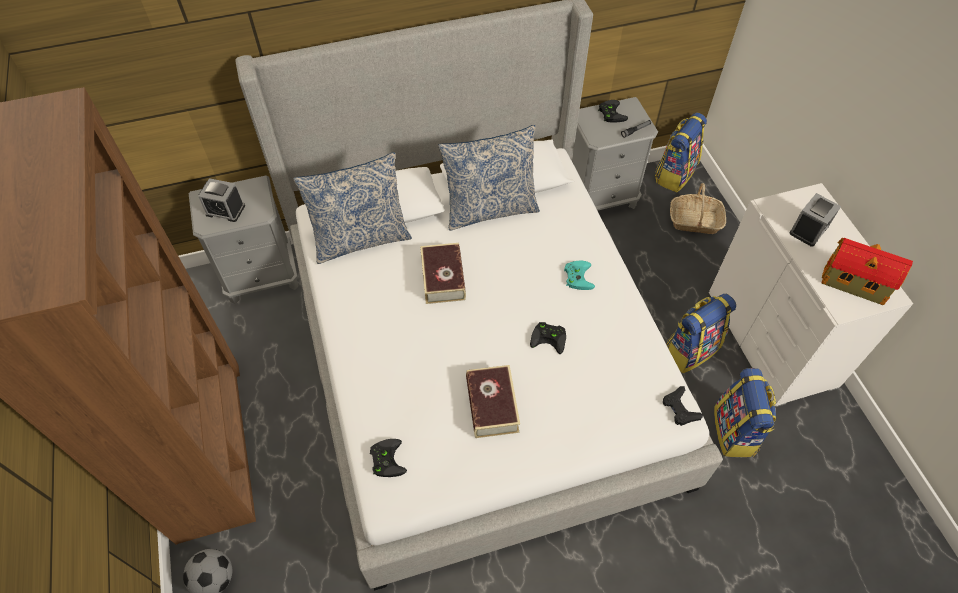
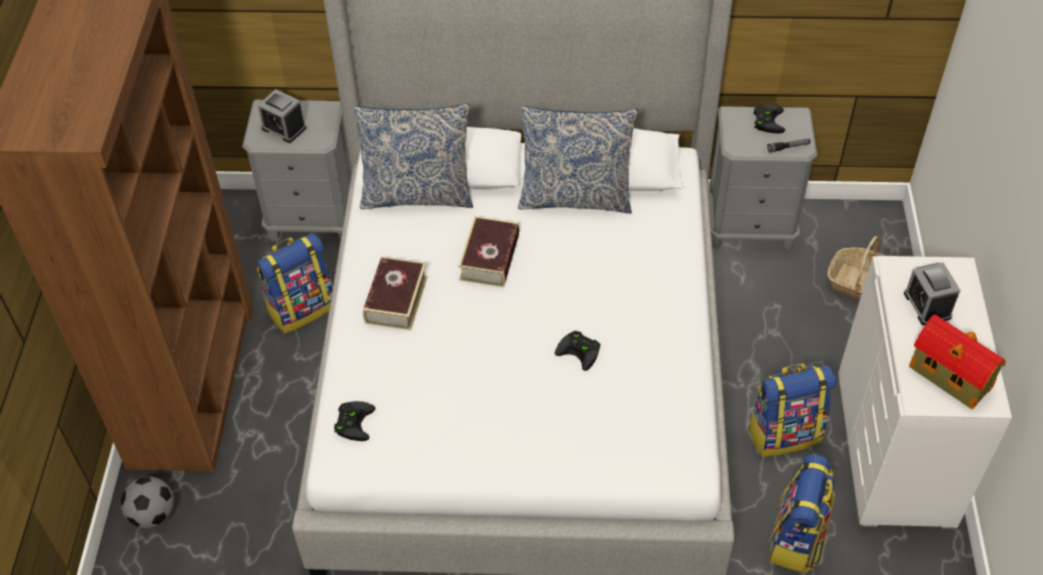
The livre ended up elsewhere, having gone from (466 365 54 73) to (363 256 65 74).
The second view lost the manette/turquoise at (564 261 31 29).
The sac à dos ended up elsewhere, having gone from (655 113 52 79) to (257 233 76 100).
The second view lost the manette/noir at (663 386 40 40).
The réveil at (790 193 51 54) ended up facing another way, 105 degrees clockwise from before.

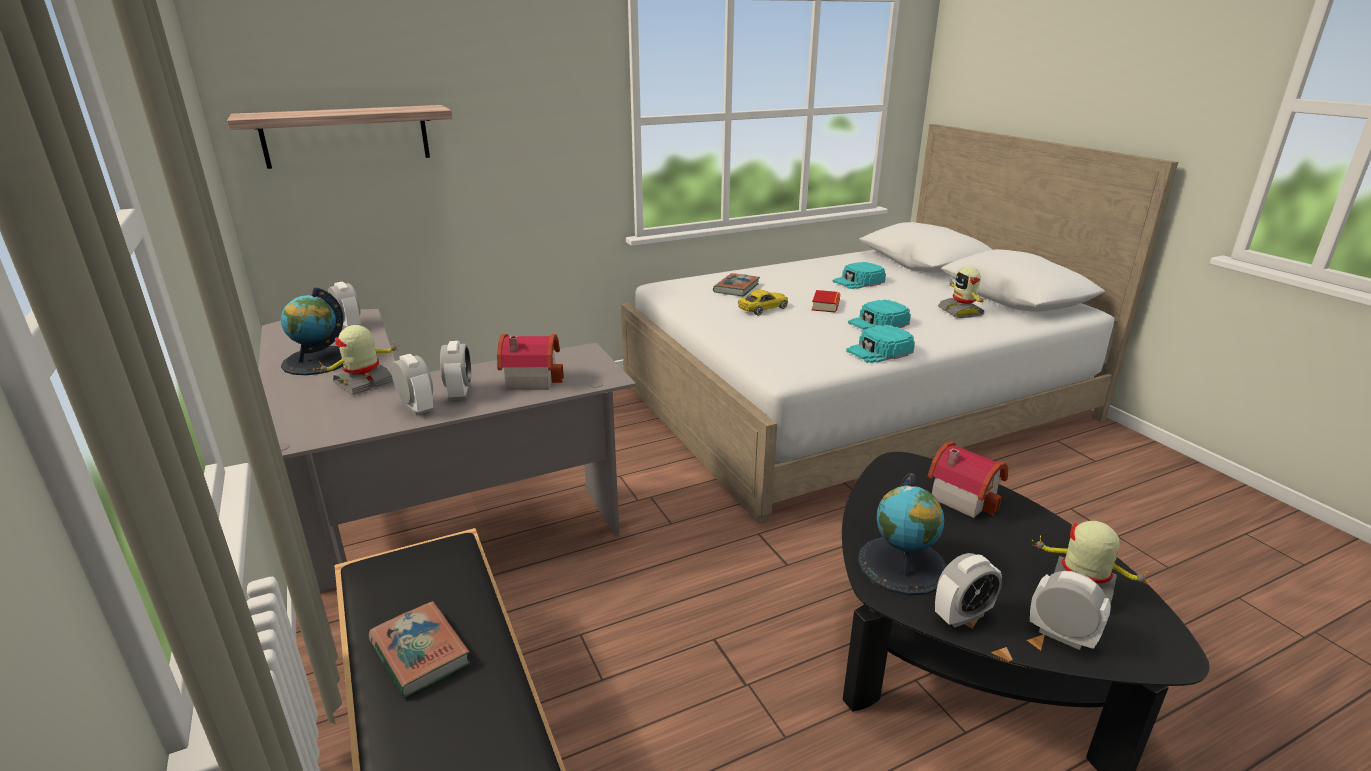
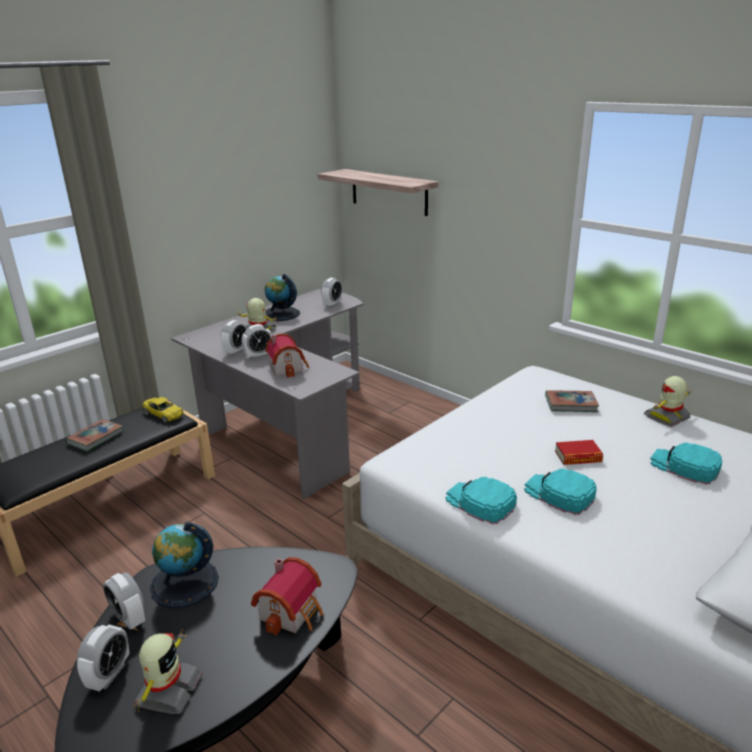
The petite voiture/jaune ended up elsewhere, having gone from (738 290 50 25) to (142 397 41 26).
The robot jouet ended up elsewhere, having gone from (938 266 48 52) to (644 376 48 51).

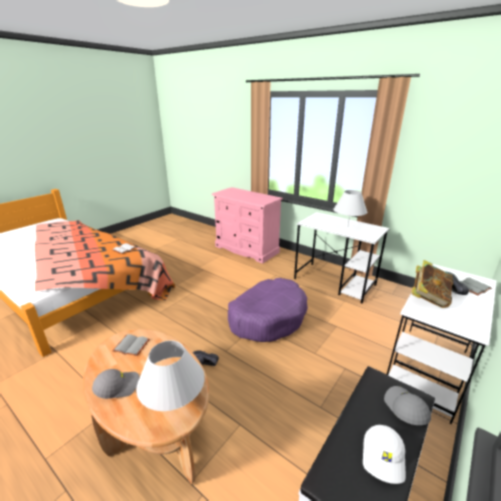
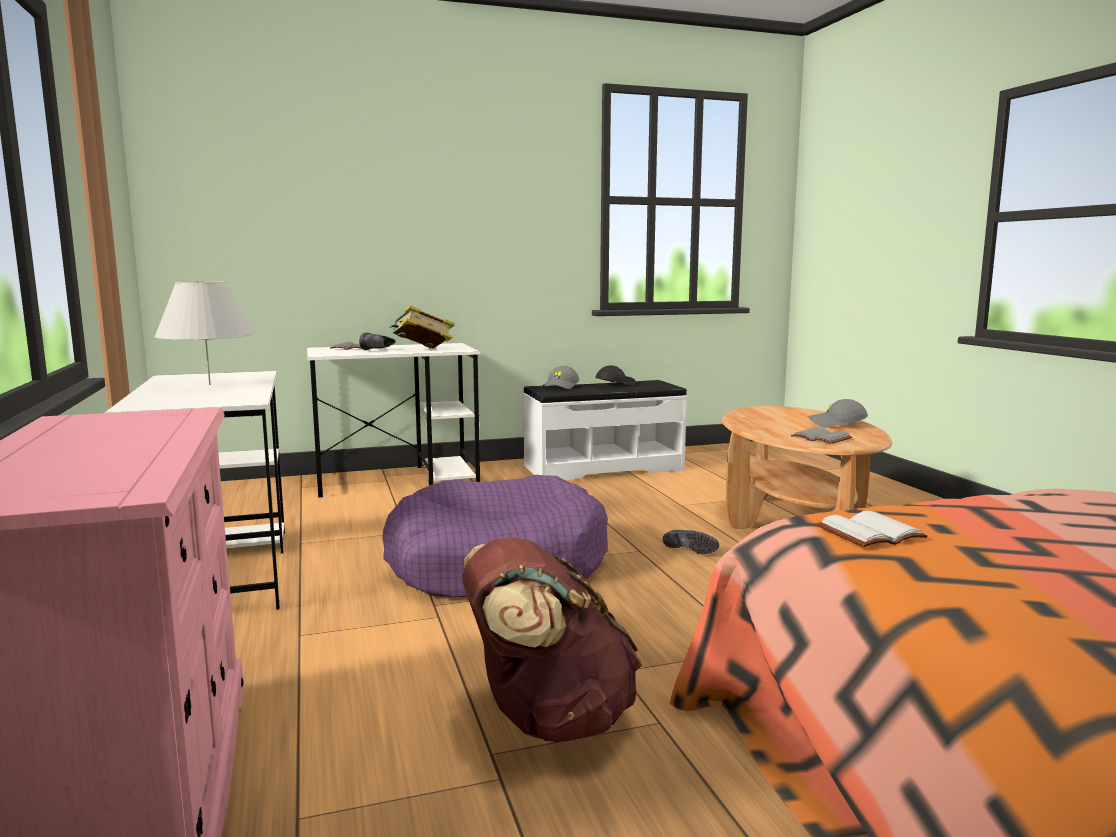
The second view lost the lampe de table/blanc at (136 340 69 71).
What was the casquette/blanc at (363 425 43 59) turned into the casquette/noir at (595 365 41 21).
The second view gained the sac à dos/marron at (461 537 181 205).

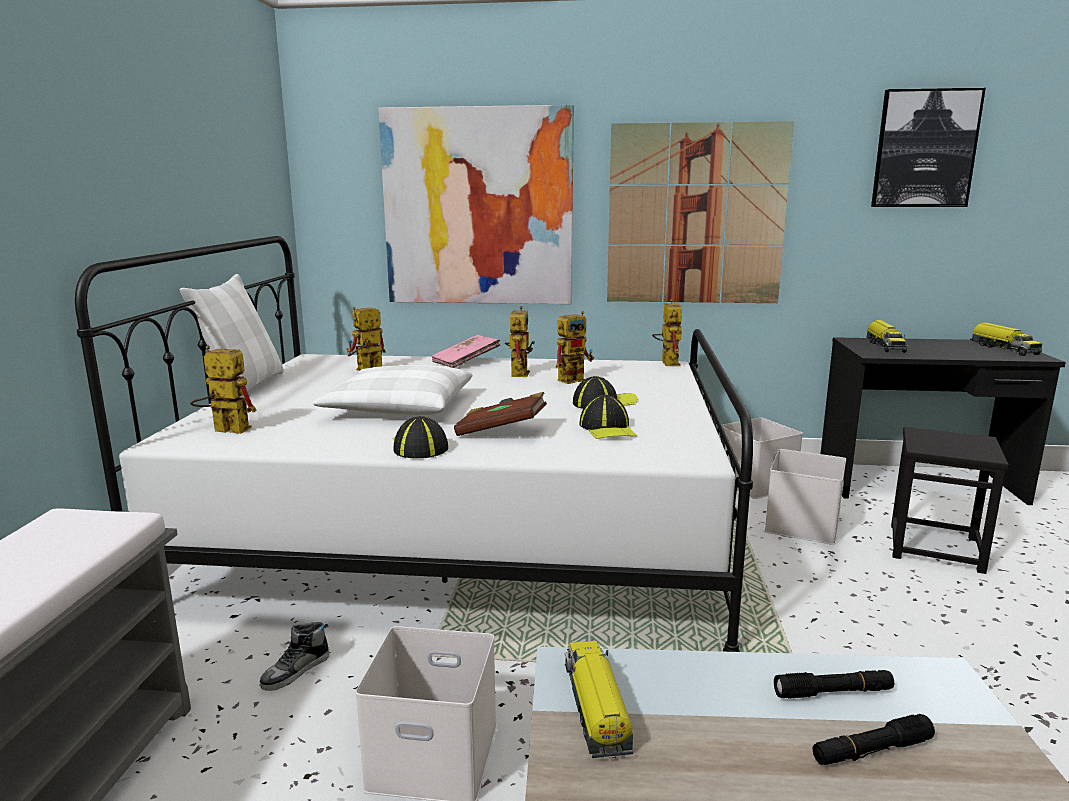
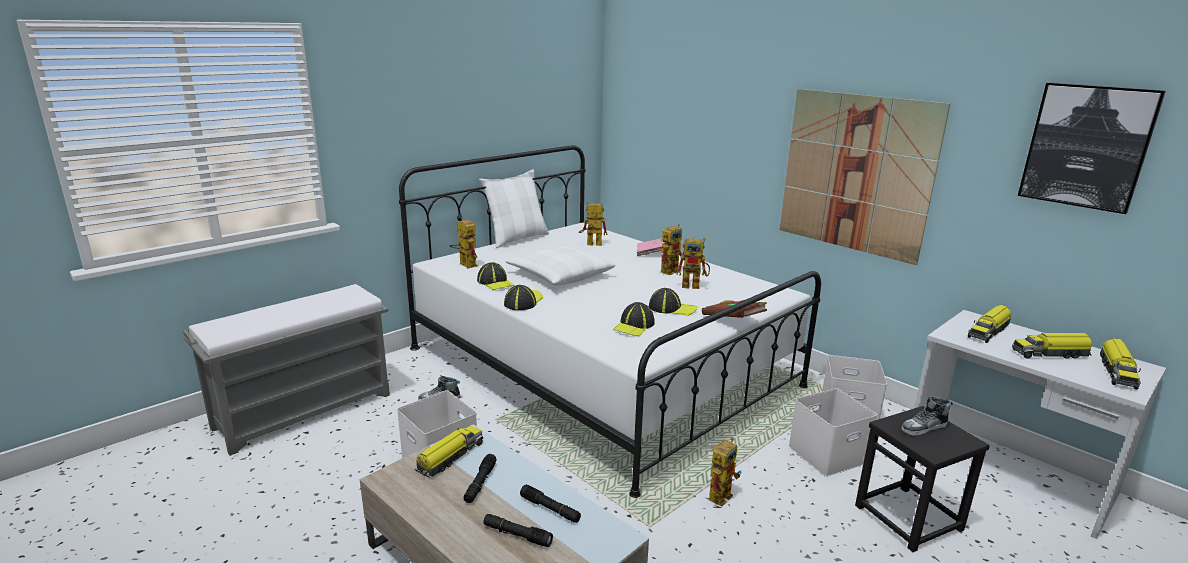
The second view lost the tableau at (378 105 196 199).
The livre/marron ended up elsewhere, having gone from (454 392 93 44) to (702 300 65 18).
The robot jouet ended up elsewhere, having gone from (652 299 30 67) to (709 437 33 69).
What was the bureau/noir at (820 337 246 168) turned into the bureau/blanc at (914 310 252 229).
The second view gained the lampe de poche/noir at (464 454 32 49).
The second view gained the casquette at (477 262 38 28).
The second view gained the chaussure at (901 396 52 40).
The second view gained the camion jouet at (1012 333 80 26).

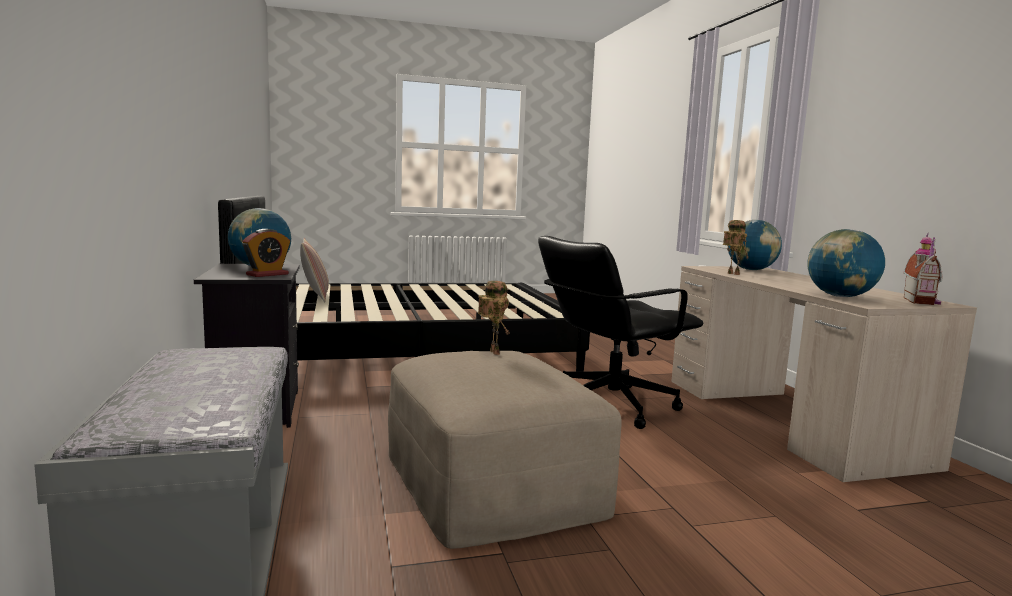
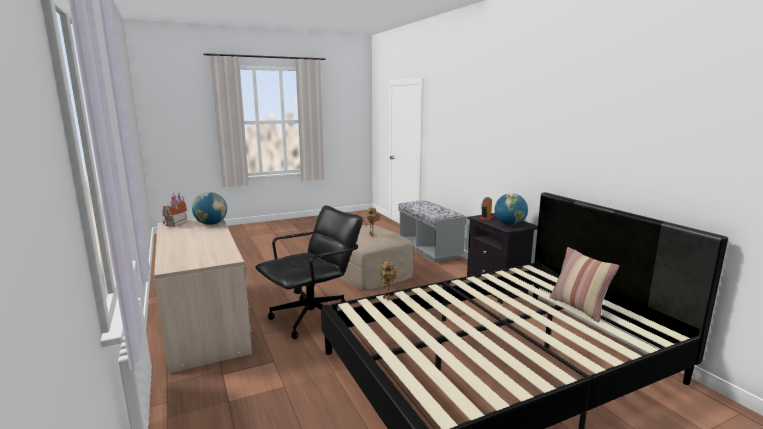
The robot jouet ended up elsewhere, having gone from (723 220 25 55) to (378 262 19 39).
The second view lost the globe at (728 220 54 50).

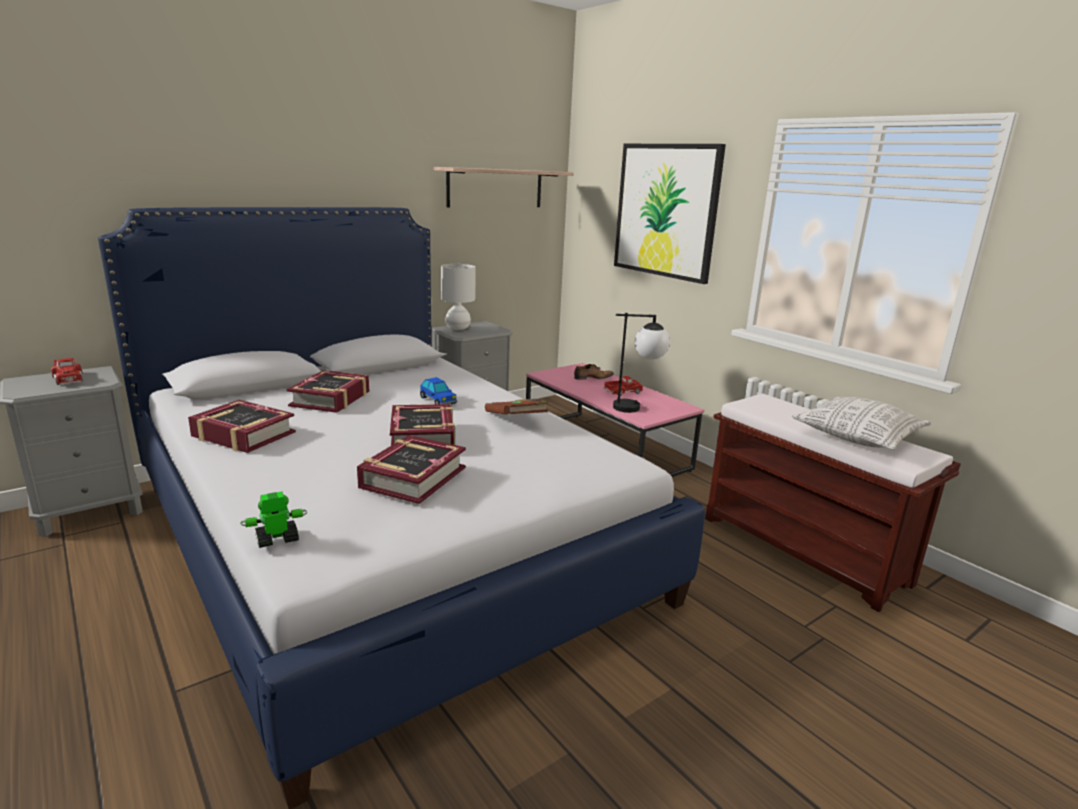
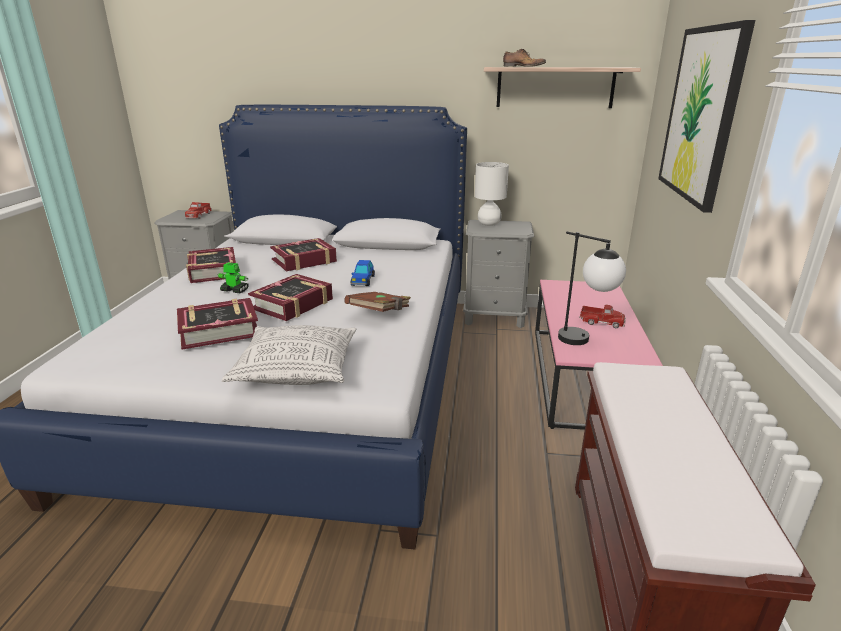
The robot jouet ended up elsewhere, having gone from (240 492 67 56) to (217 262 32 32).
The chaussure ended up elsewhere, having gone from (574 364 40 16) to (503 49 43 18).
The coussin ended up elsewhere, having gone from (792 397 139 53) to (222 325 134 60).

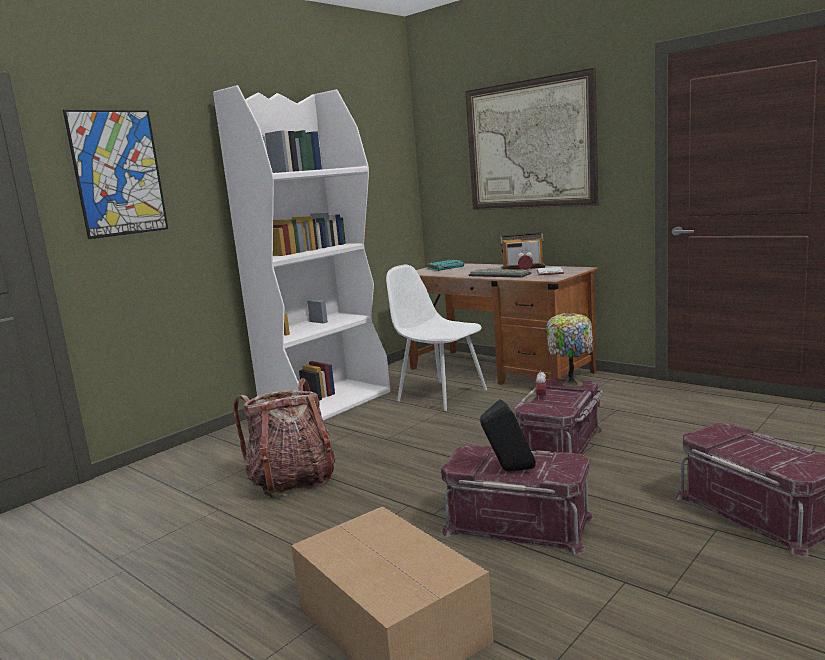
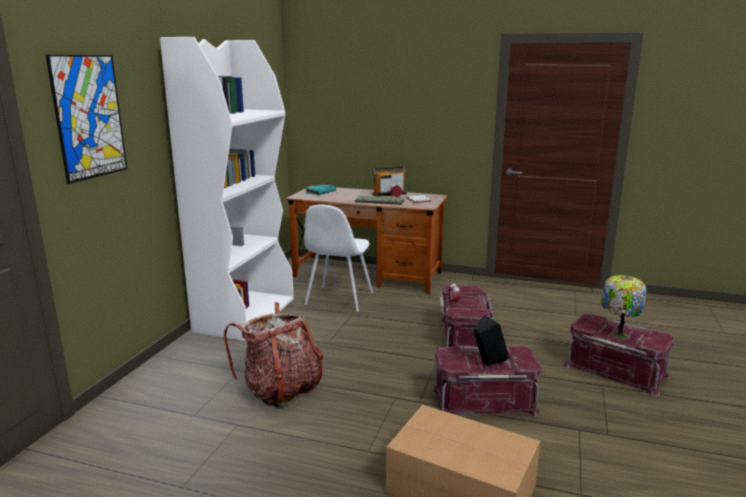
The chaise/blanc at (386 265 101 146) ended up facing another way, 90 degrees counterclockwise from before.
The second view lost the tableau at (465 68 134 142).
The lampe de table ended up elsewhere, having gone from (546 313 47 74) to (601 275 46 65).

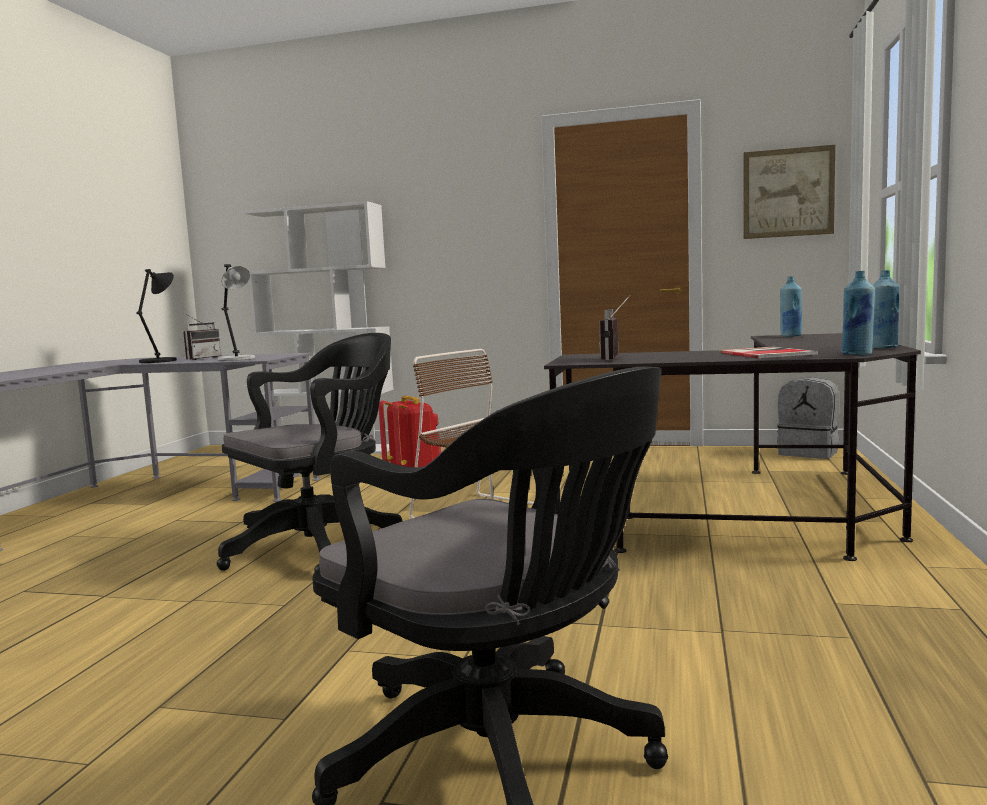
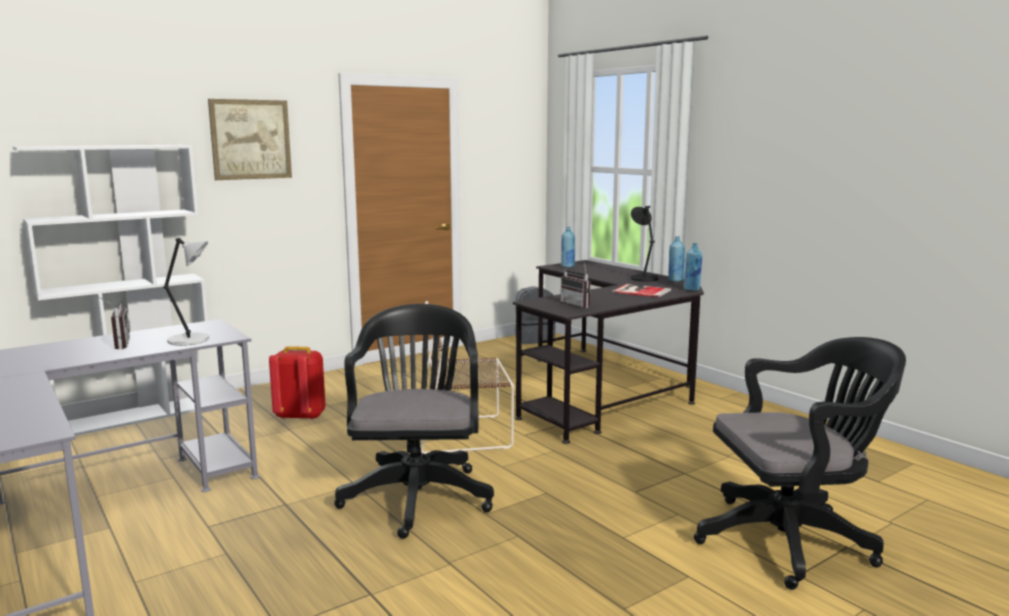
The lampe de table/noir ended up elsewhere, having gone from (136 269 41 94) to (630 206 29 76).
The tableau ended up elsewhere, having gone from (744 145 91 94) to (208 99 84 81).

